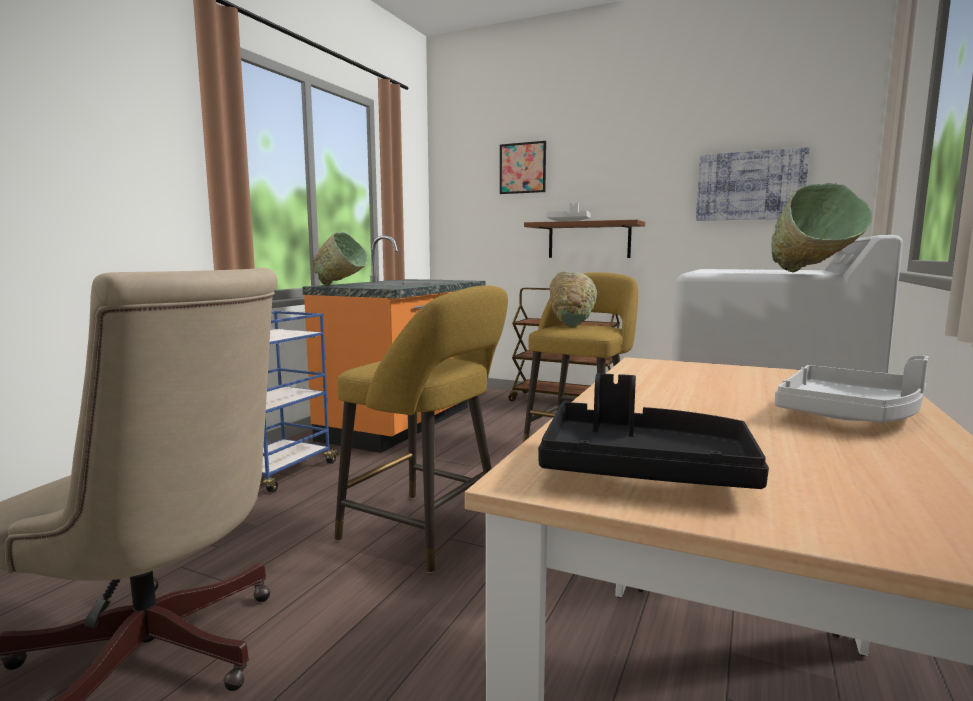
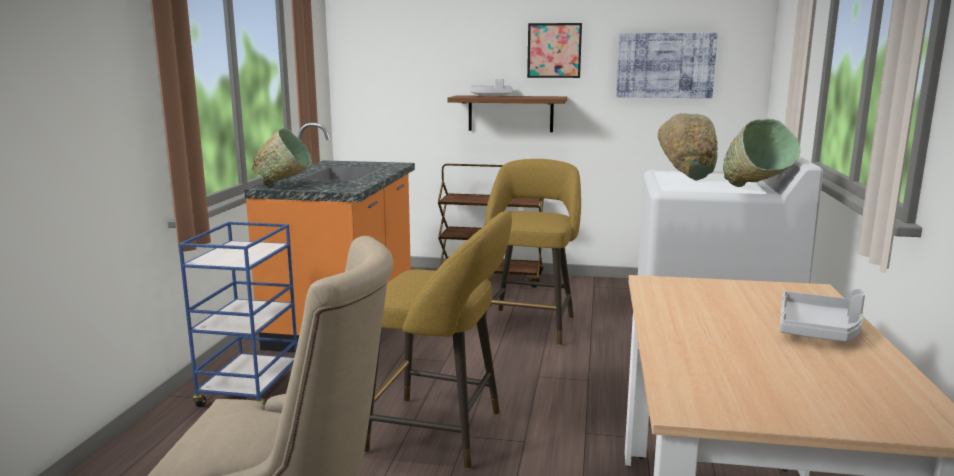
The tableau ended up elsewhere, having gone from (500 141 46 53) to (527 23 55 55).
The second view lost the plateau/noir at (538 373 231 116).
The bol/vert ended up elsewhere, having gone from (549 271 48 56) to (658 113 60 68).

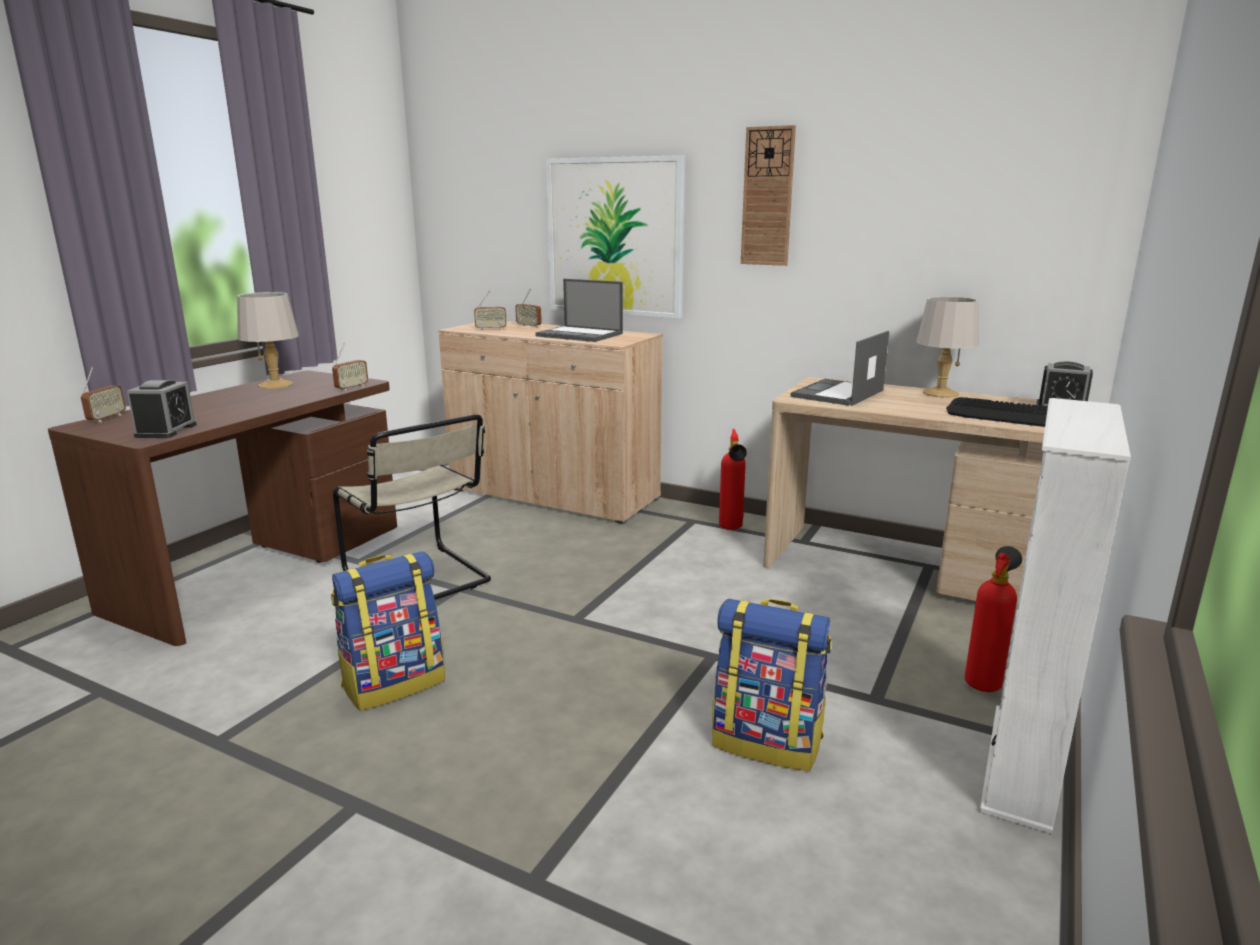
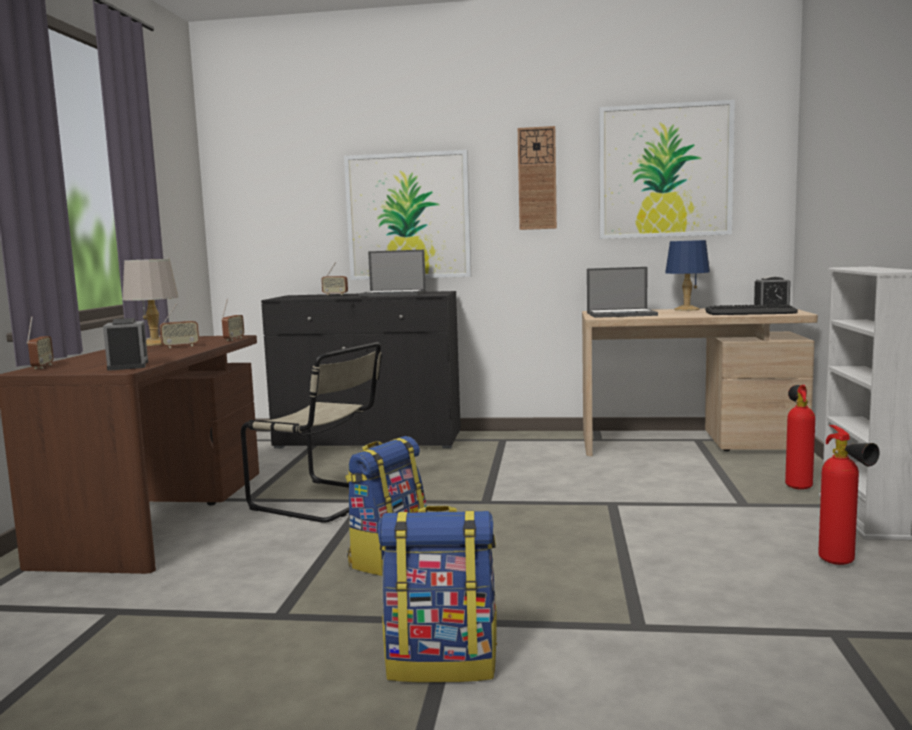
What was the meuble de rangement/beige at (438 321 225 203) turned into the meuble de rangement/noir at (261 291 200 158).
The radio ended up elsewhere, having gone from (474 290 33 40) to (159 303 40 45).
The sac à dos ended up elsewhere, having gone from (712 599 119 172) to (378 506 119 177).
The extincteur ended up elsewhere, having gone from (719 429 28 101) to (818 425 62 140).
The ordinateur portable at (790 331 99 75) ended up facing another way, 105 degrees counterclockwise from before.
What was the lampe de table/gris at (916 296 63 102) turned into the lampe de table/bleu at (665 240 45 71).
The second view gained the tableau at (599 100 136 139).

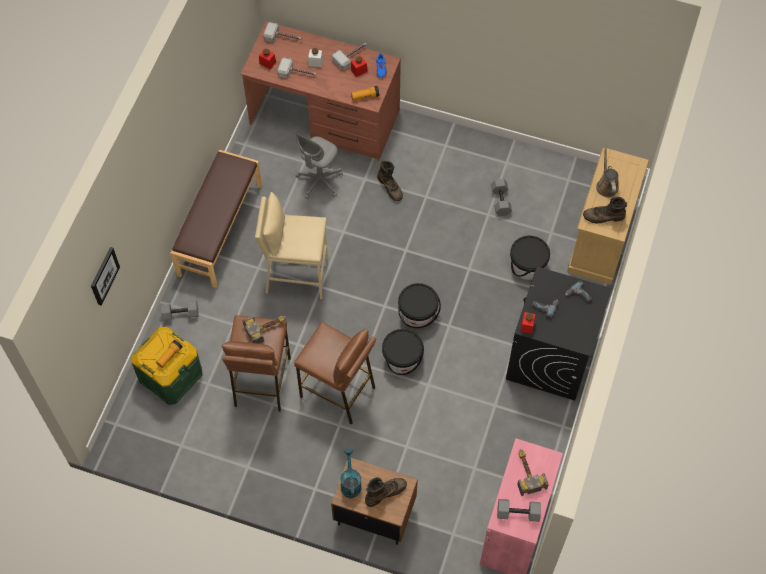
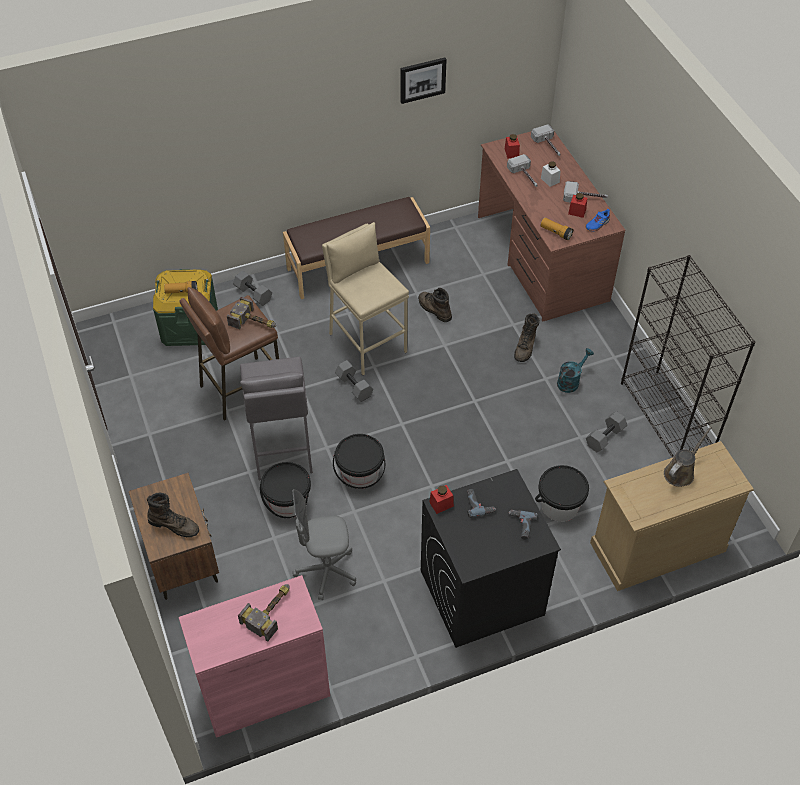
The tableau ended up elsewhere, having gone from (91 247 29 59) to (401 57 46 47).
What was the tabouret/marron at (294 322 82 103) turned into the tabouret/gris at (240 357 73 123).
The chaise de bureau/gris ended up elsewhere, having gone from (296 133 47 67) to (292 489 64 111).
The arrosoir/turquoise ended up elsewhere, having gone from (340 449 22 49) to (557 348 37 45).
The seau/noir ended up elsewhere, having gone from (398 283 43 45) to (260 462 51 56).
The haltère/gris ended up elsewhere, having gone from (497 499 44 23) to (335 360 39 42).
The botte/marron ended up elsewhere, having gone from (583 197 44 27) to (418 288 34 34).
The second view gained the bibliothèque/noir at (621 255 134 203).

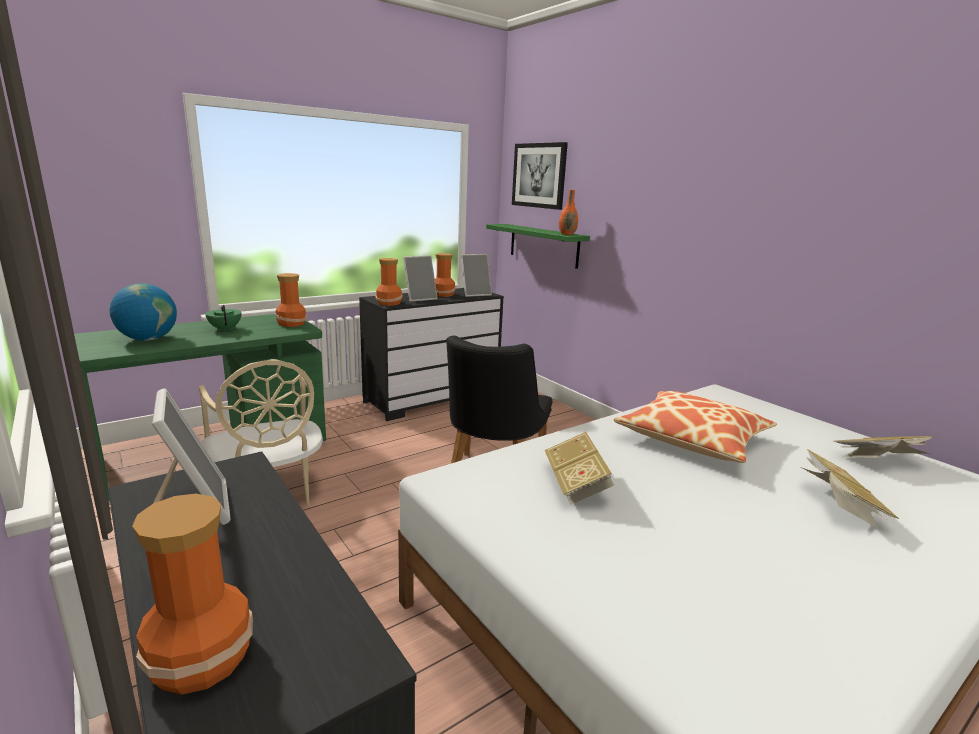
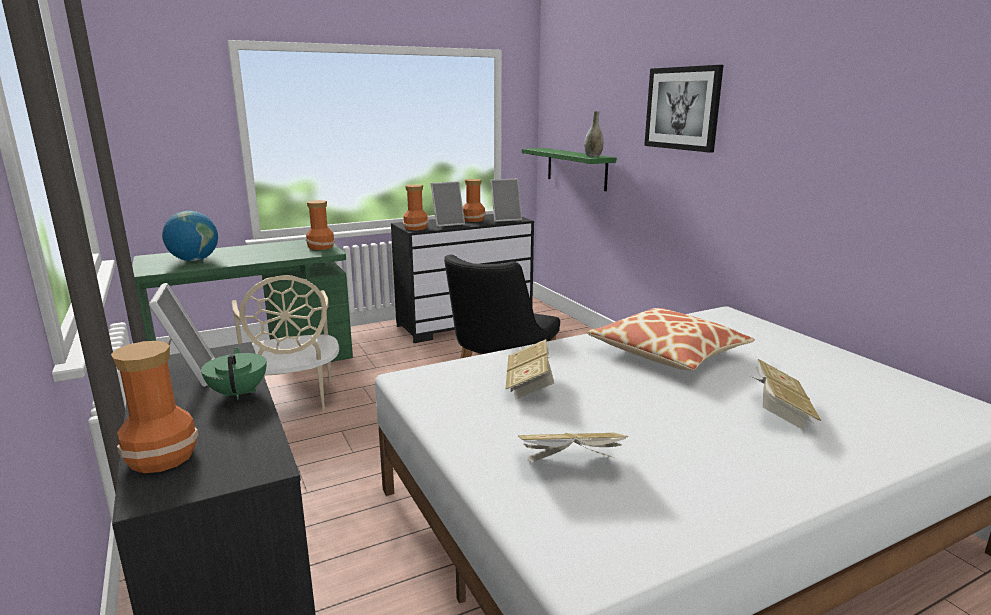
The théière/vert ended up elsewhere, having gone from (205 305 37 26) to (201 348 66 52).
The tableau ended up elsewhere, having gone from (512 142 56 68) to (644 65 80 88).
What was the vase/orange at (559 190 19 45) turned into the vase/gris at (584 111 20 46).
The livre ended up elsewhere, having gone from (836 436 98 22) to (518 433 110 29).

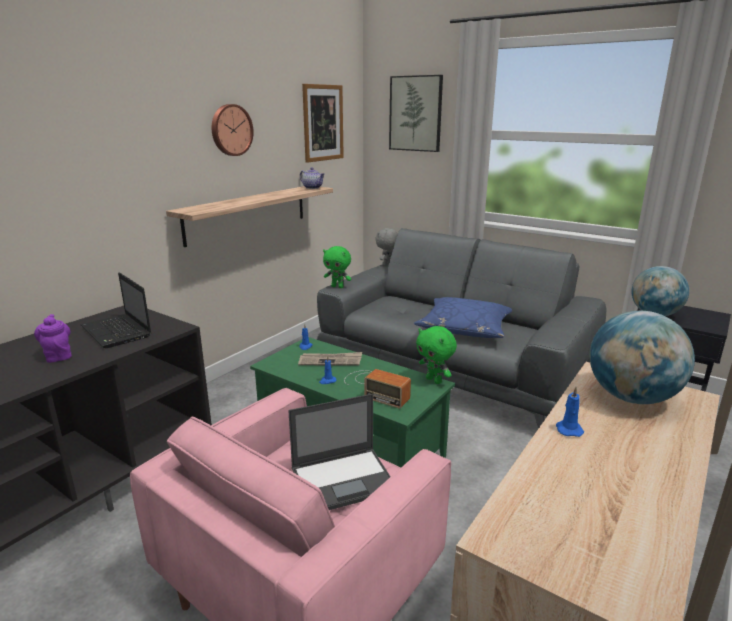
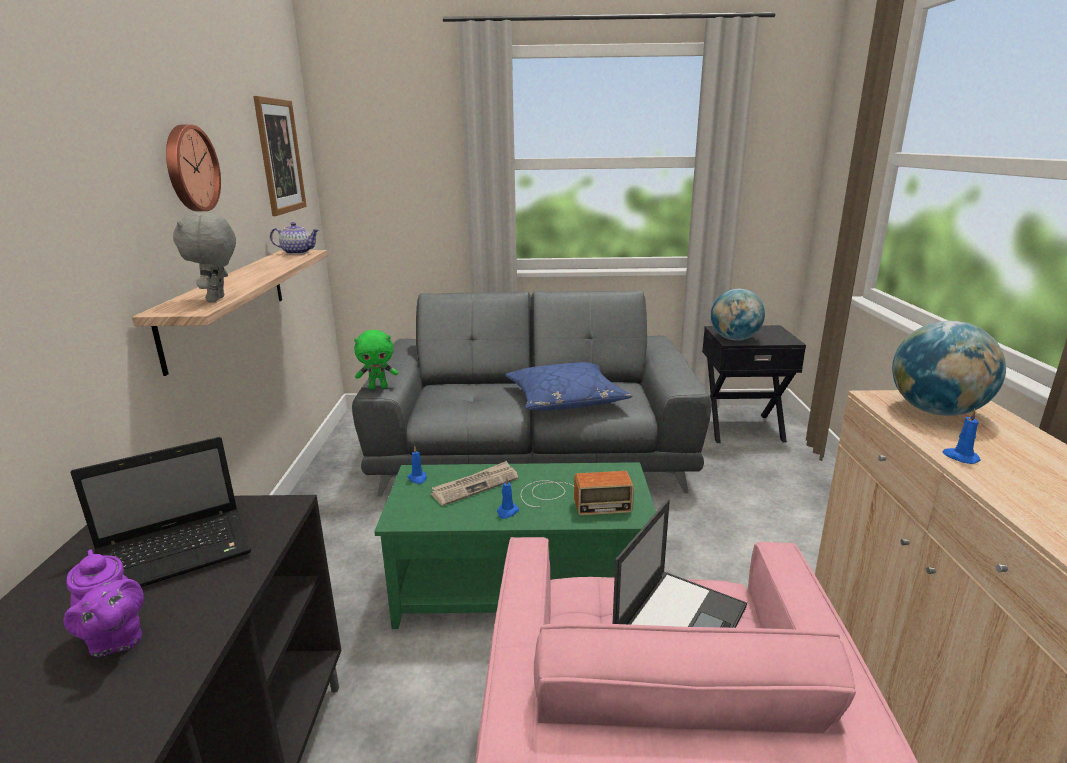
The théière/violet at (34 314 38 49) ended up facing another way, 150 degrees counterclockwise from before.
The ordinateur portable at (80 272 71 76) ended up facing another way, 45 degrees counterclockwise from before.
The peluche/gris ended up elsewhere, having gone from (375 228 23 38) to (173 213 63 89).
The second view lost the tableau at (389 75 54 77).
The second view lost the peluche/vert at (416 326 41 58).

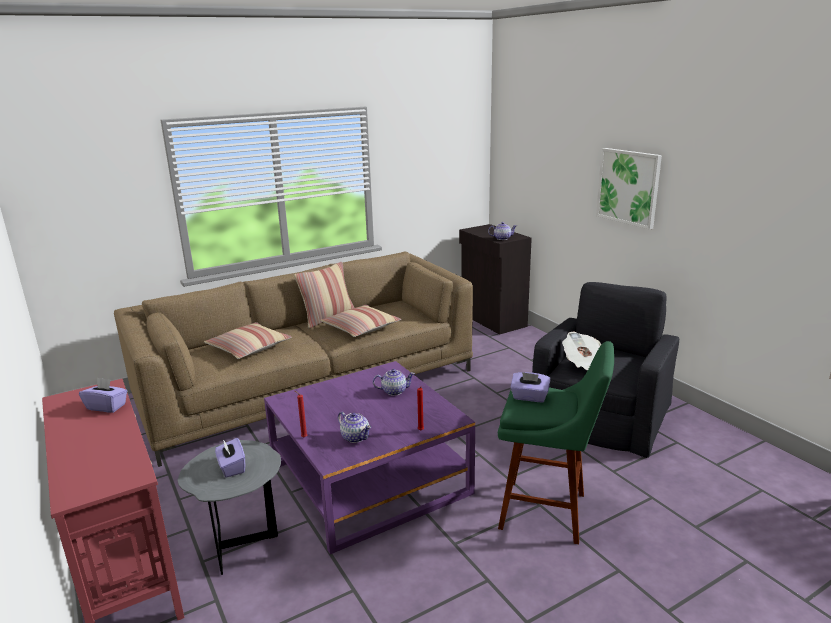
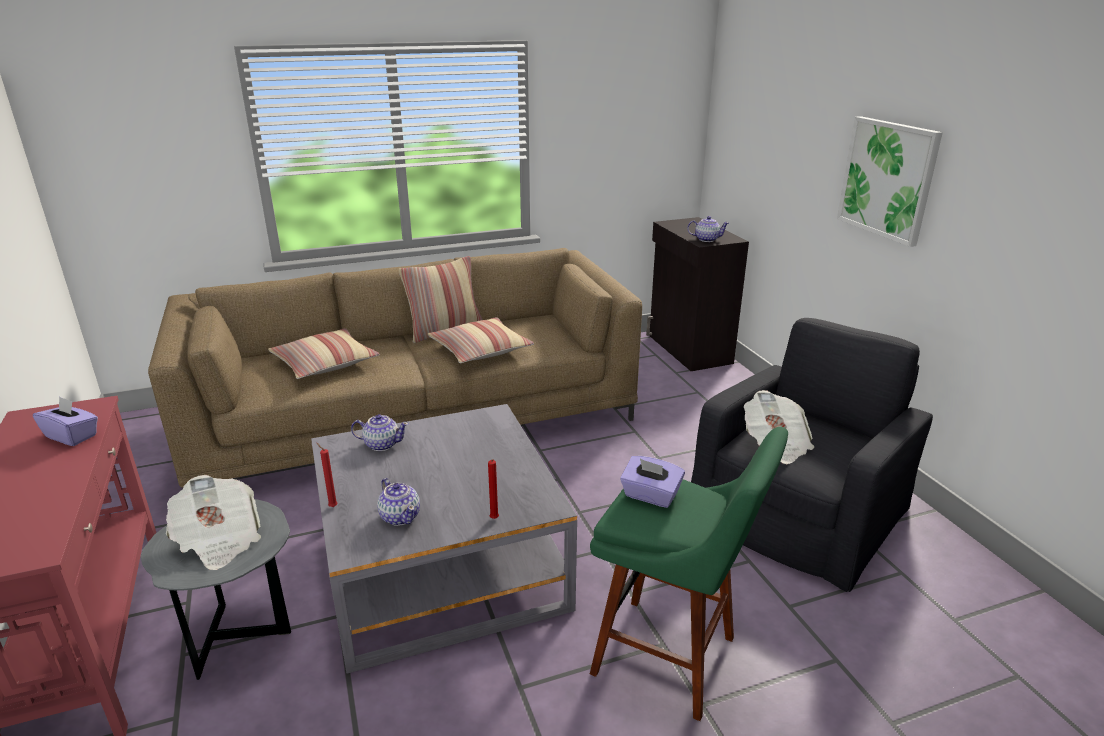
Where the boîte à mouchoirs/violet stood at (215 438 30 40), the journal came to stand at (166 475 95 95).
What was the table basse/violet at (264 361 211 193) turned into the table basse/gris at (311 404 266 269).
The théière ended up elsewhere, having gone from (373 369 42 27) to (351 414 58 37).

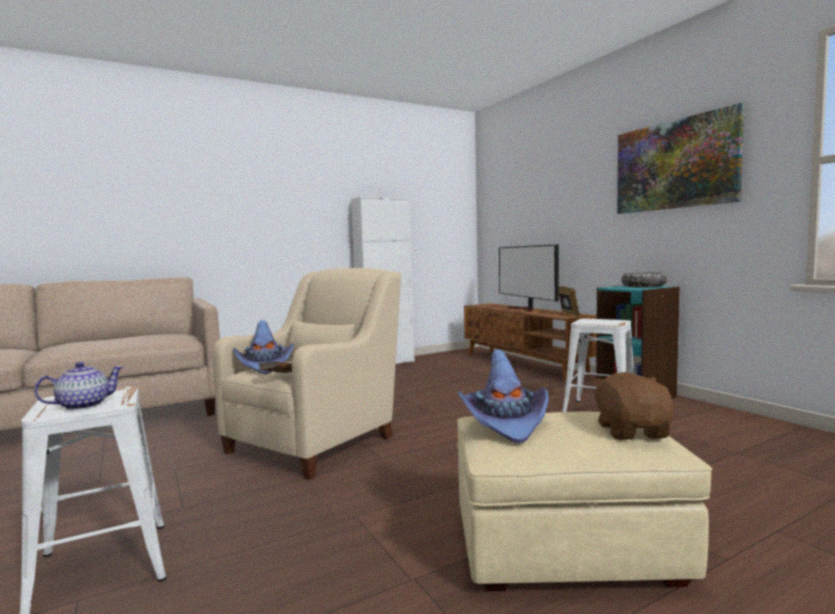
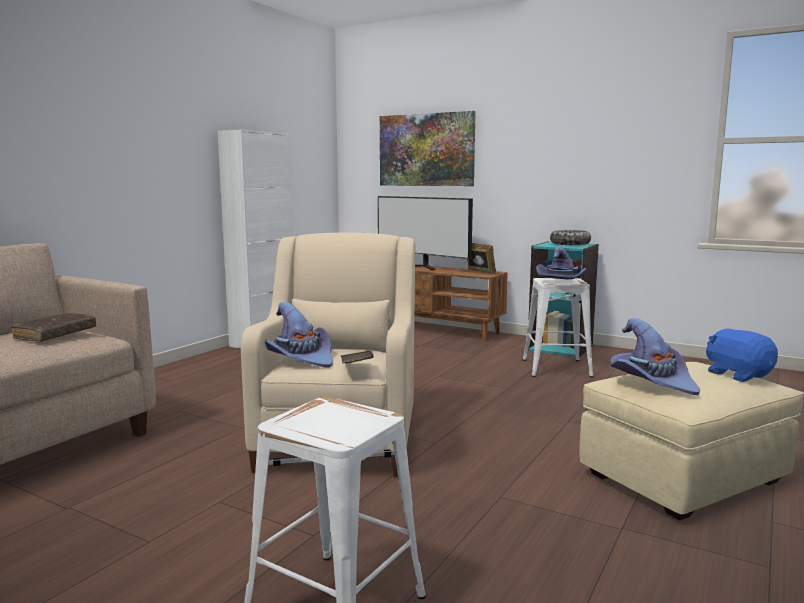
The second view lost the théière at (34 362 89 48).
What was the peluche/marron at (591 372 83 68) turned into the peluche/bleu at (706 329 72 53).
The tableau ended up elsewhere, having gone from (617 103 127 111) to (380 111 96 75).
The second view gained the livre/marron at (11 313 85 29).
The second view gained the chapeau/violet at (536 246 51 33).

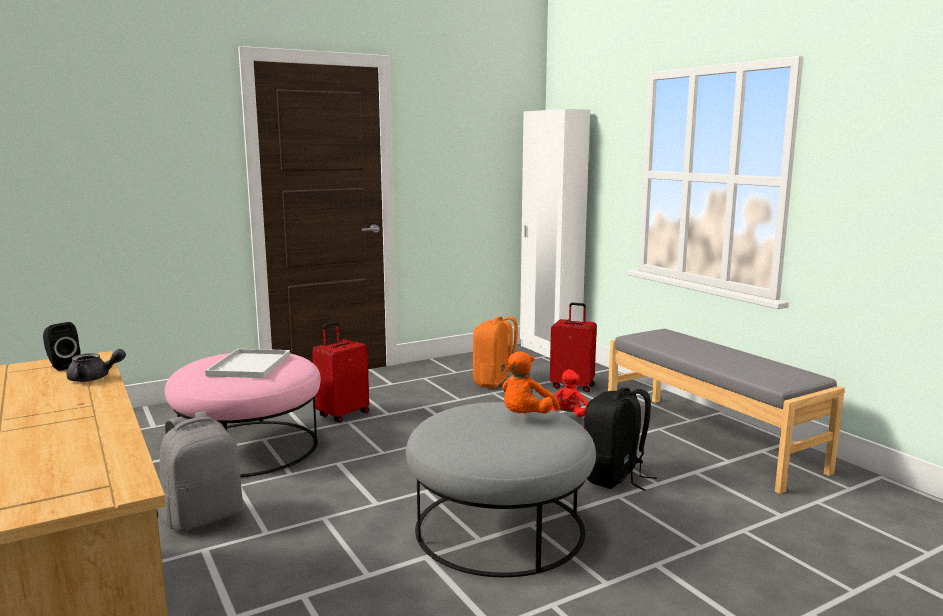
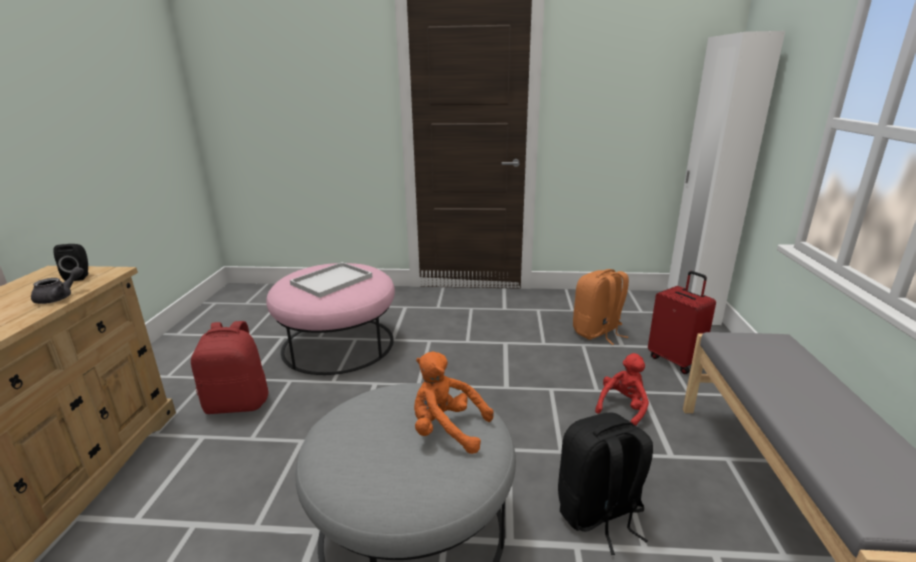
The théière/gris at (67 349 59 33) ended up facing another way, 90 degrees counterclockwise from before.
What was the sac à dos/gris at (160 411 83 121) turned into the sac à dos/rouge at (191 321 78 93).
The second view lost the valise/rouge at (312 322 57 101).
The peluche/orange at (502 351 58 63) ended up facing another way, 45 degrees clockwise from before.

